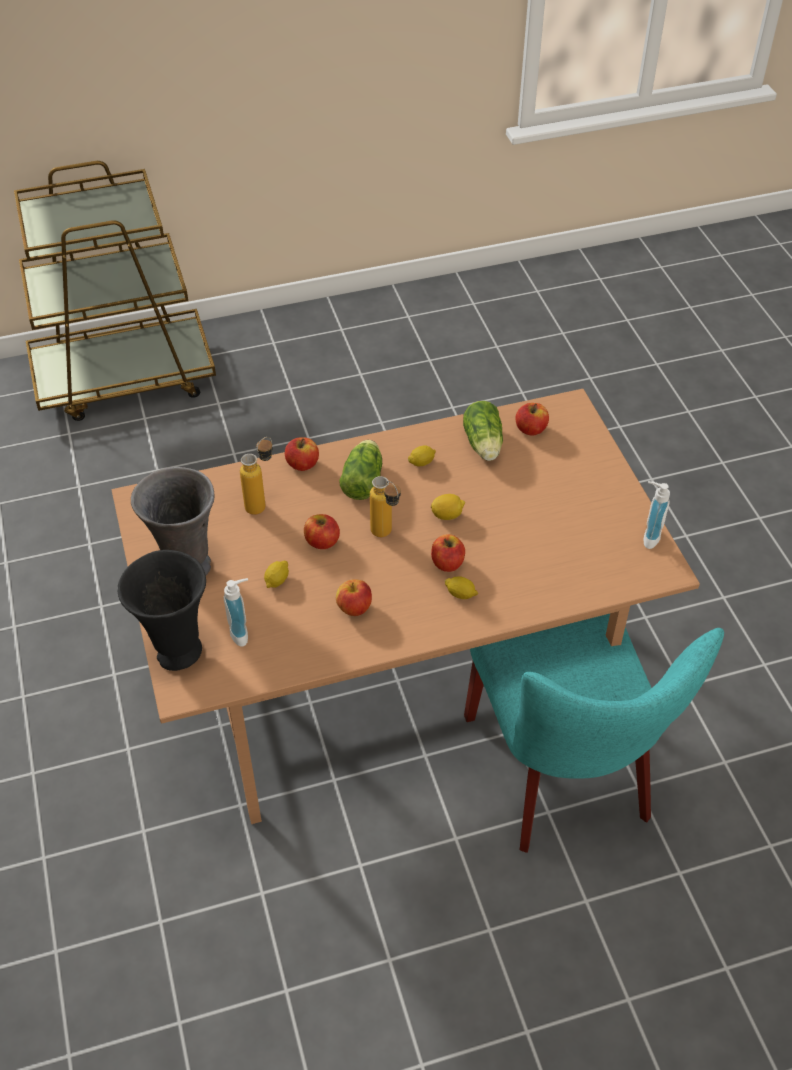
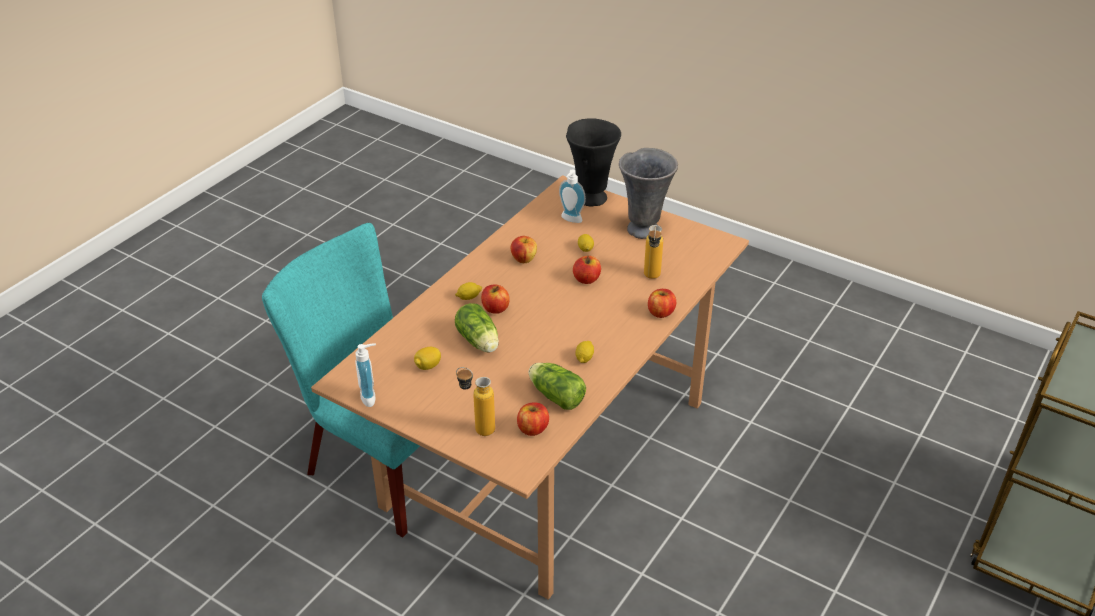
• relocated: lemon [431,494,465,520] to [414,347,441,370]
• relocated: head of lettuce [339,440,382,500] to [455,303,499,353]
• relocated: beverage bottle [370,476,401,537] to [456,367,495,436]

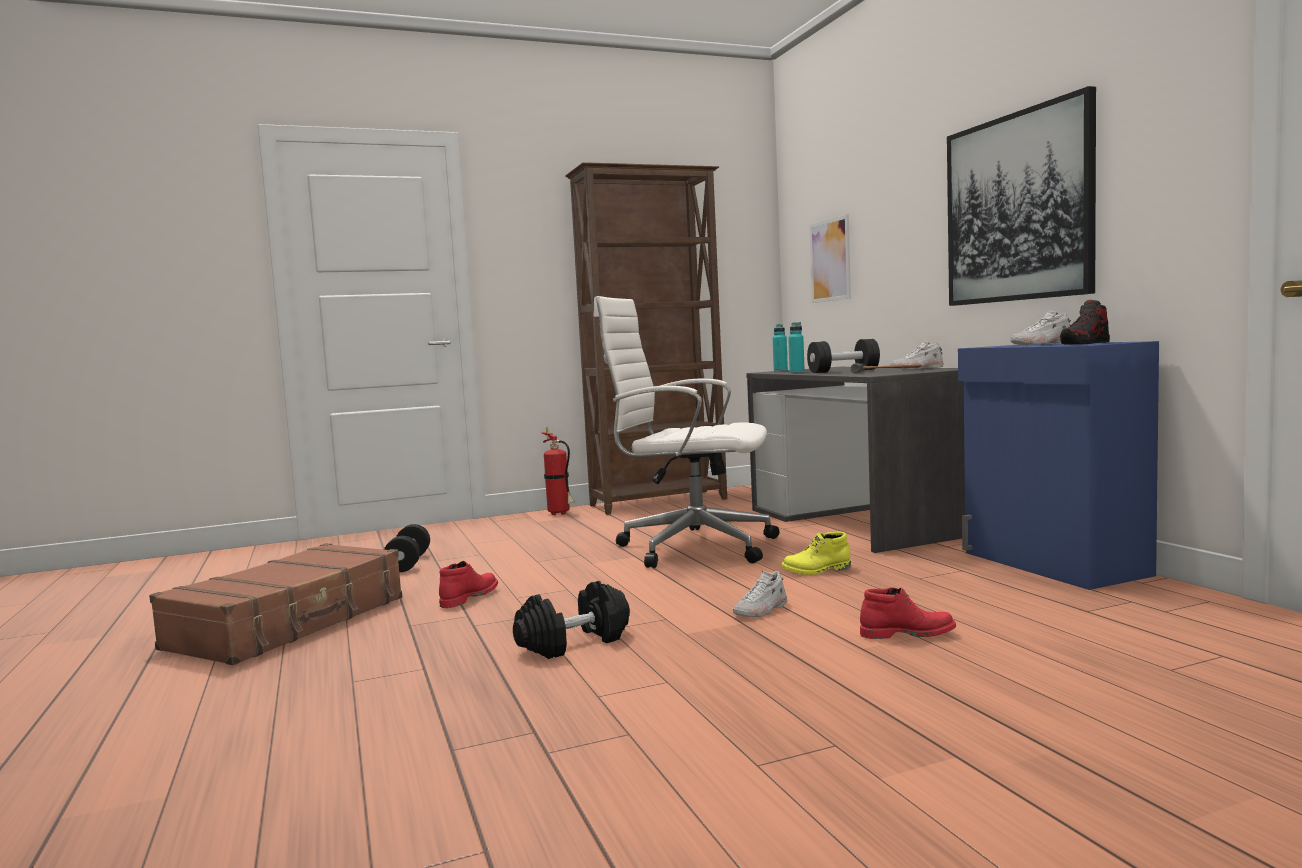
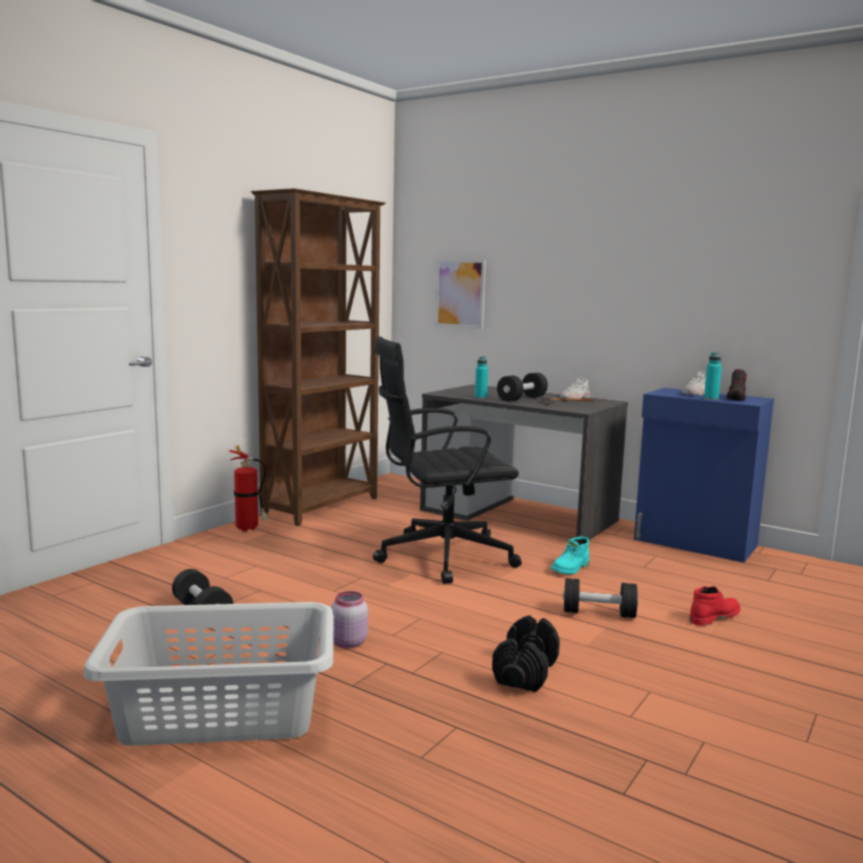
• exchanged: brownish suitcase [149,543,402,665] to greyish hamper [83,602,334,746]
• exchanged: red-coloured high-top boot [439,561,498,608] to pink storage jar [331,591,368,648]
• colour: white office chair [593,296,779,568] to black-coloured office chair [373,336,522,584]
• colour: yellow-coloured high-top boot [781,532,851,575] to turquoise high-top boot [551,536,589,574]
• exchanged: white low shoe [733,570,787,617] to black-coloured hand weight [563,578,638,618]
• relocated: turquoise beverage bottle [773,324,788,371] to [704,352,722,400]
• missing: wall picture [947,86,1096,306]

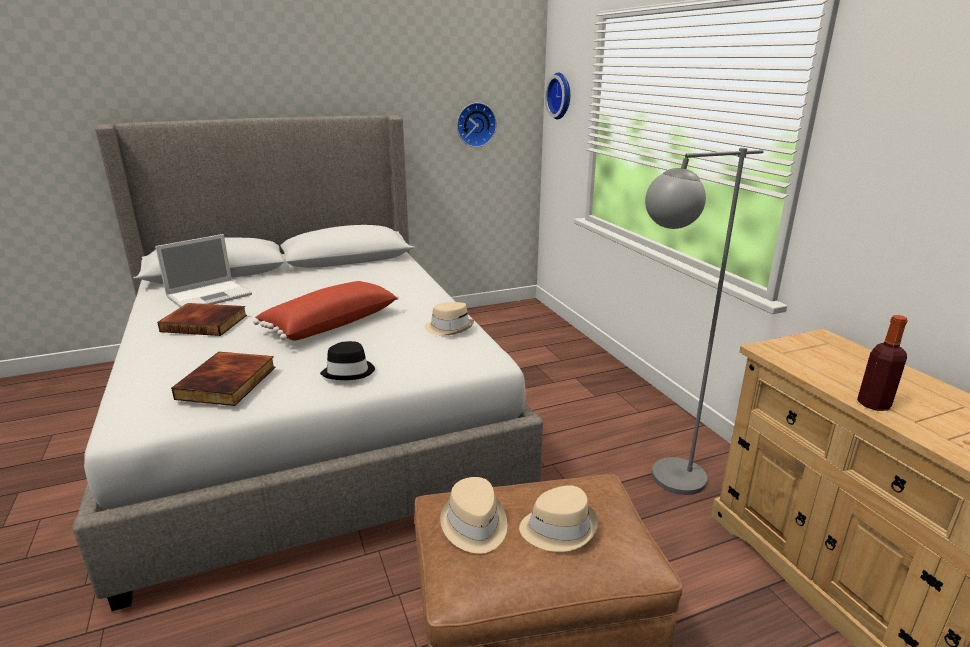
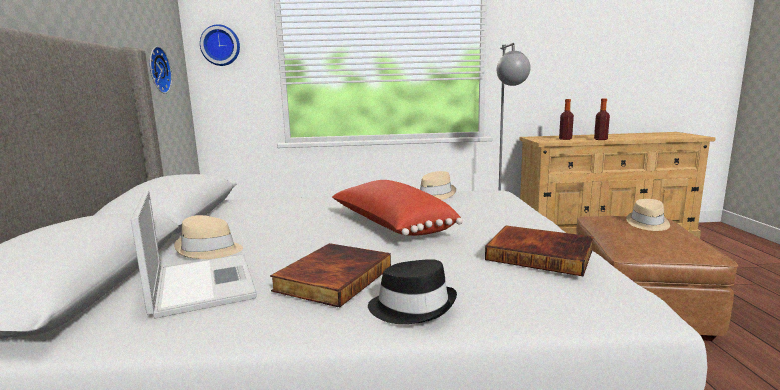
• relocated: beige-coloured wearable hat [440,477,507,554] to [174,215,243,259]
• relocated: black-coloured wearable hat [320,341,375,380] to [368,259,457,324]
• appeared: beverage bottle [559,99,574,140]

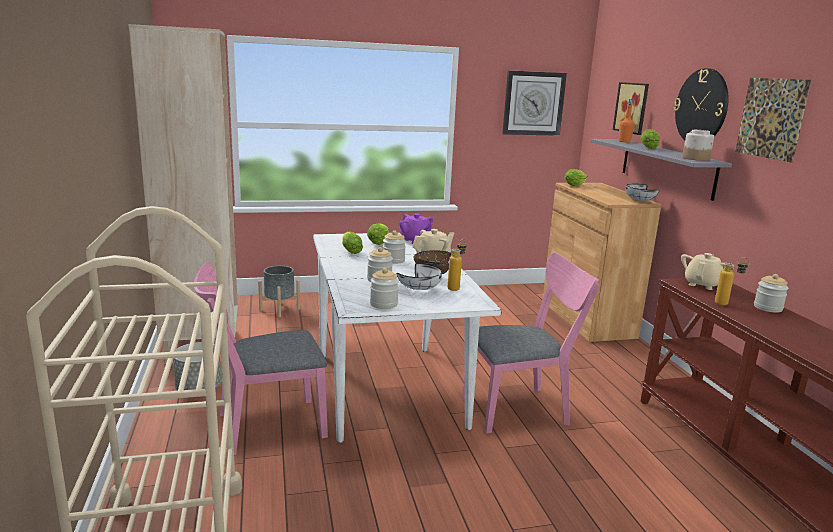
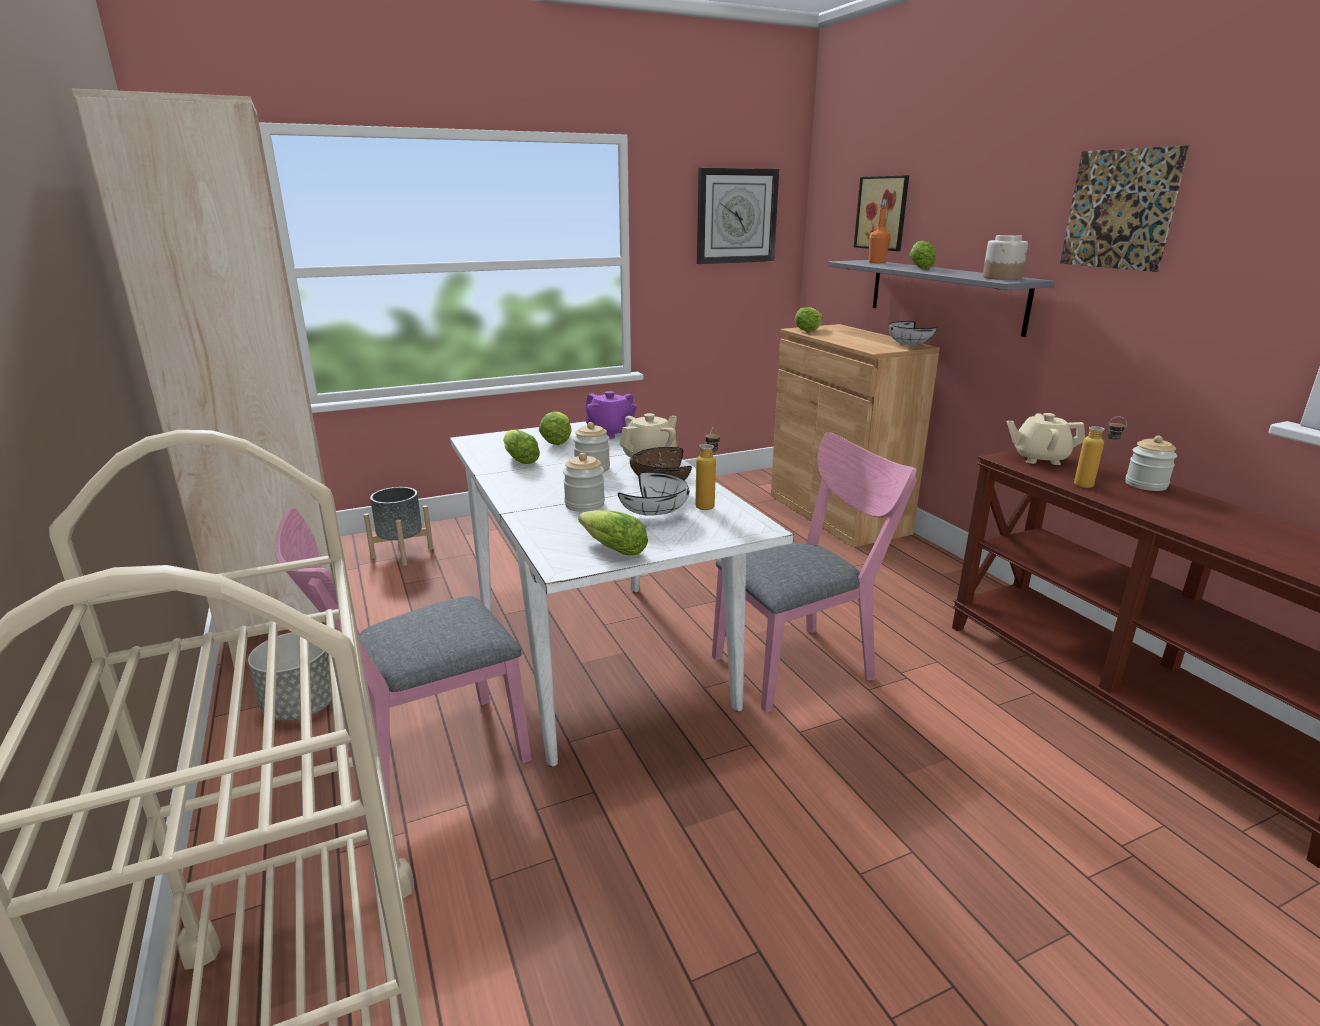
• exchanged: storage jar [370,268,399,309] to head of lettuce [578,510,648,555]
• spun: beige-coloured teapot [681,253,734,290] = [1007,413,1085,465] 105 degrees counterclockwise
• missing: clock on the wall [674,68,729,140]

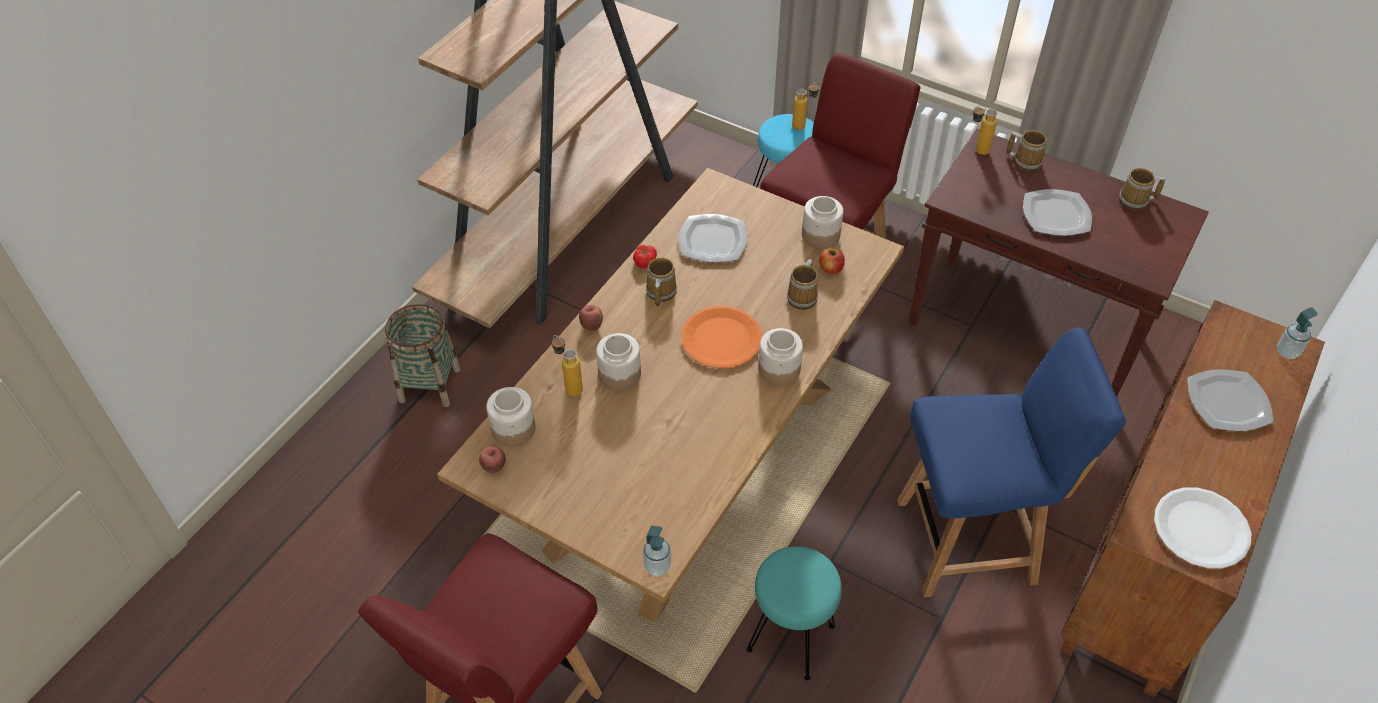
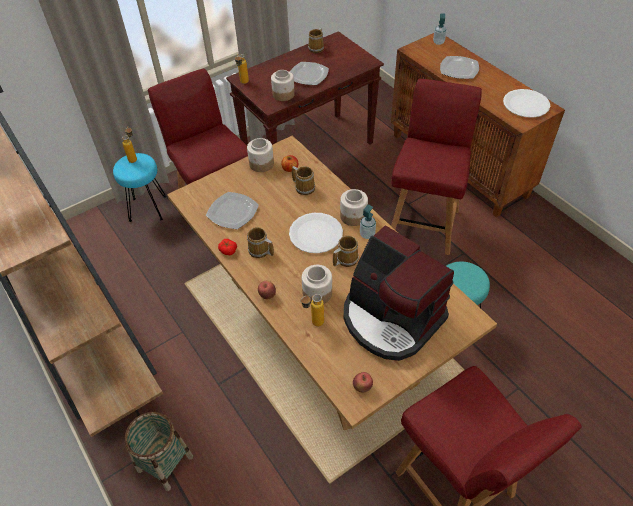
• relocated: storage jar [486,387,535,447] to [271,70,295,101]
• colour: orange dinner plate [681,306,762,368] to white dinner plate [289,213,343,253]
• relocated: coffee mug [1007,130,1047,171] to [333,236,359,267]
• appeared: coffee machine [344,225,454,361]
• relocated: liquid soap bottle [643,526,671,576] to [360,204,376,239]
• colour: bluish upright chair [897,328,1126,598] to red-coloured upright chair [391,79,482,255]

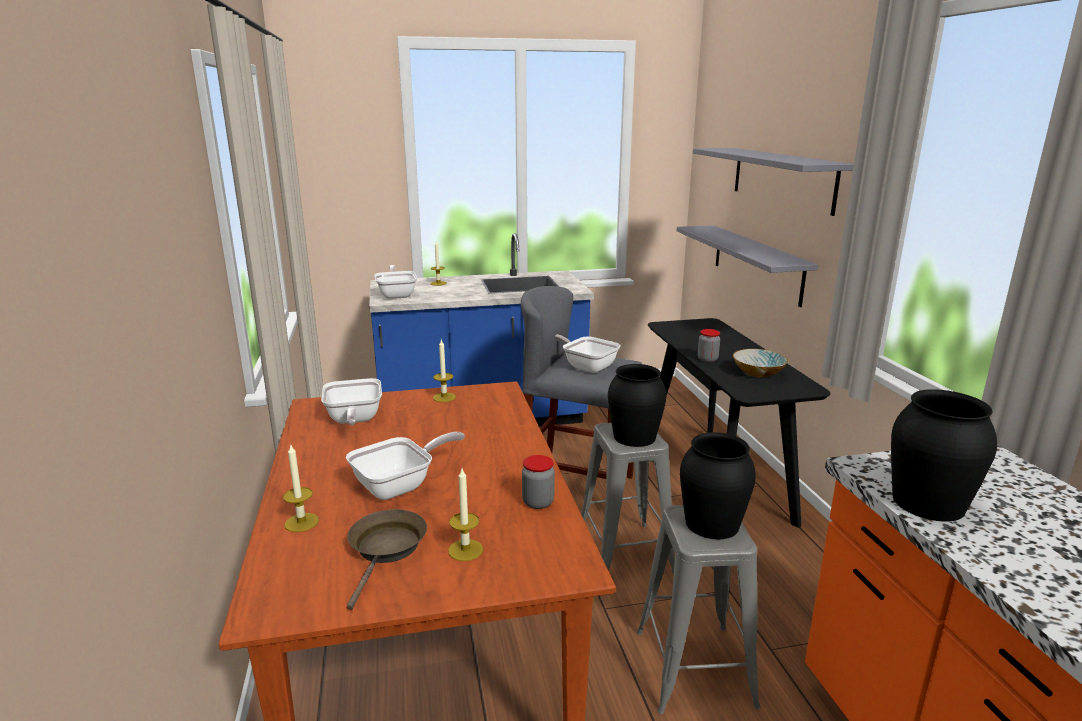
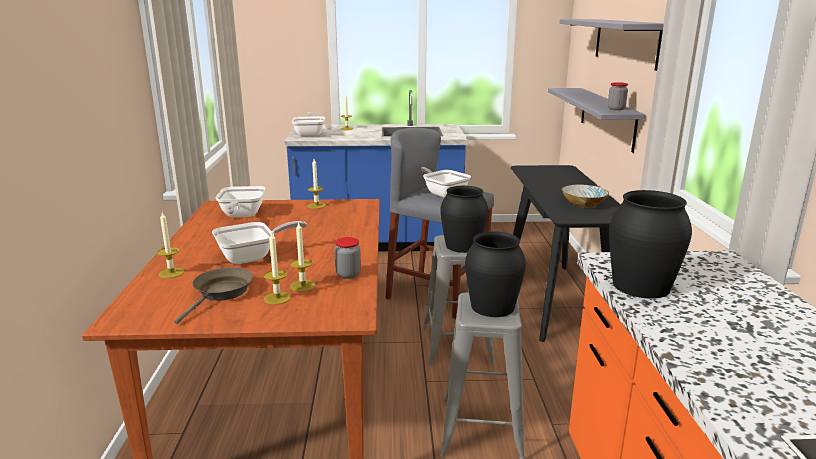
• appeared: wax candle [290,221,316,292]
• relocated: storage jar [698,329,720,363] to [608,82,628,110]

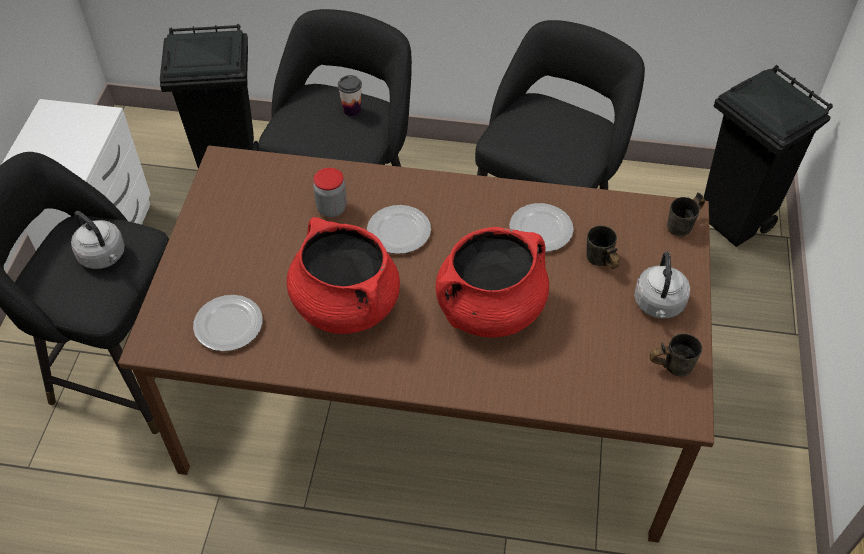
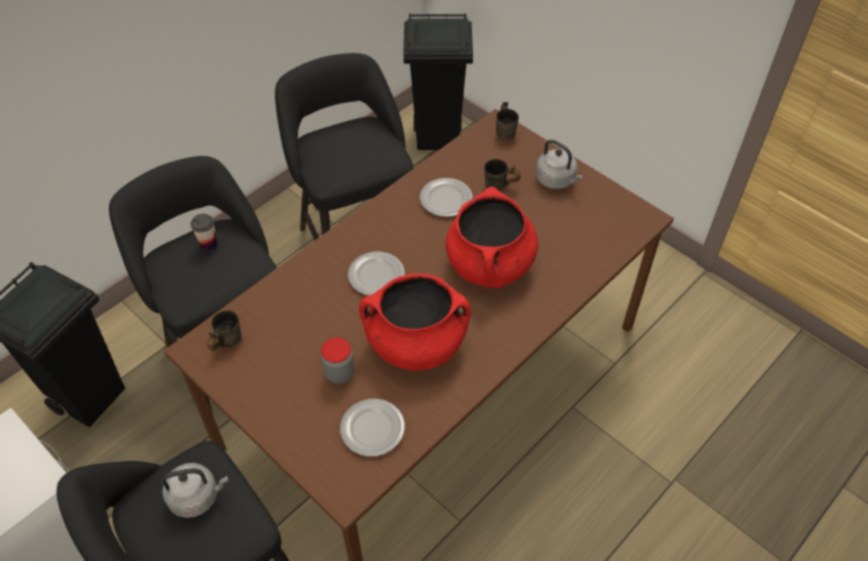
• relocated: greyish coffee mug [649,333,702,377] to [207,310,242,351]
• relocated: storage jar [313,168,347,217] to [321,337,355,384]

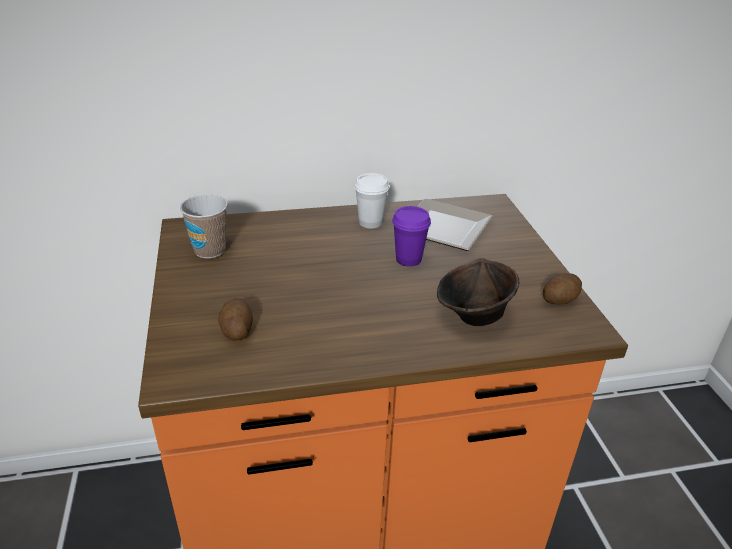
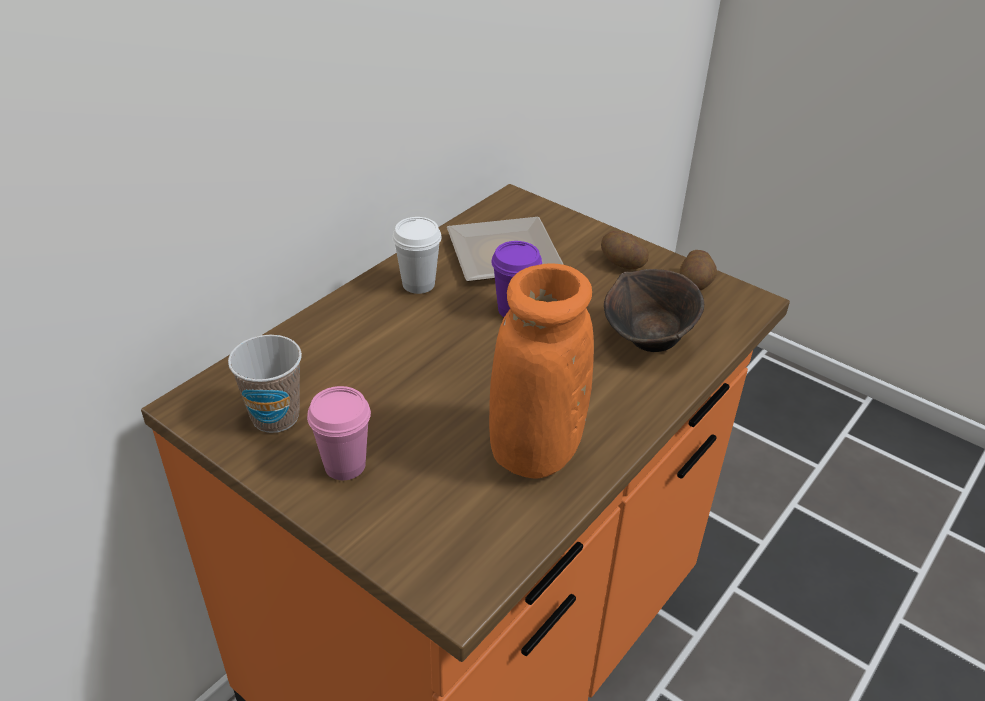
• appeared: pink small cup [307,386,371,480]
• appeared: orange flower vase [489,263,594,478]
• relocated: whole potato [218,298,253,341] to [601,231,649,270]

